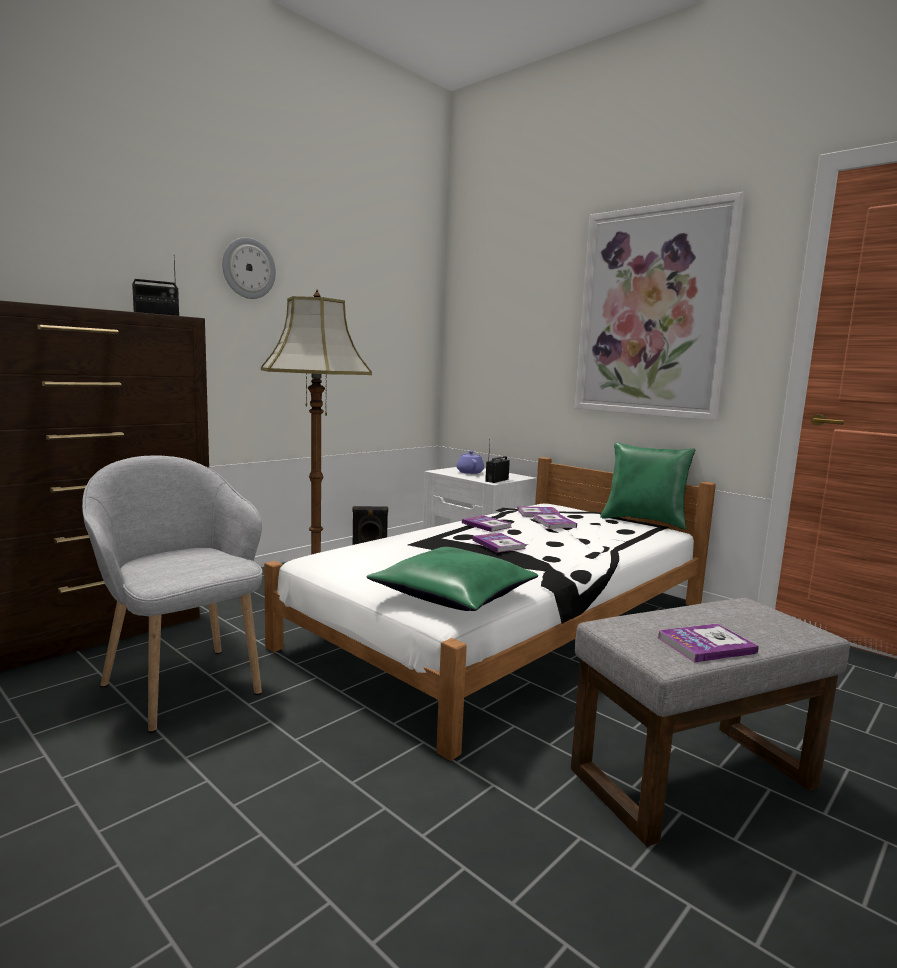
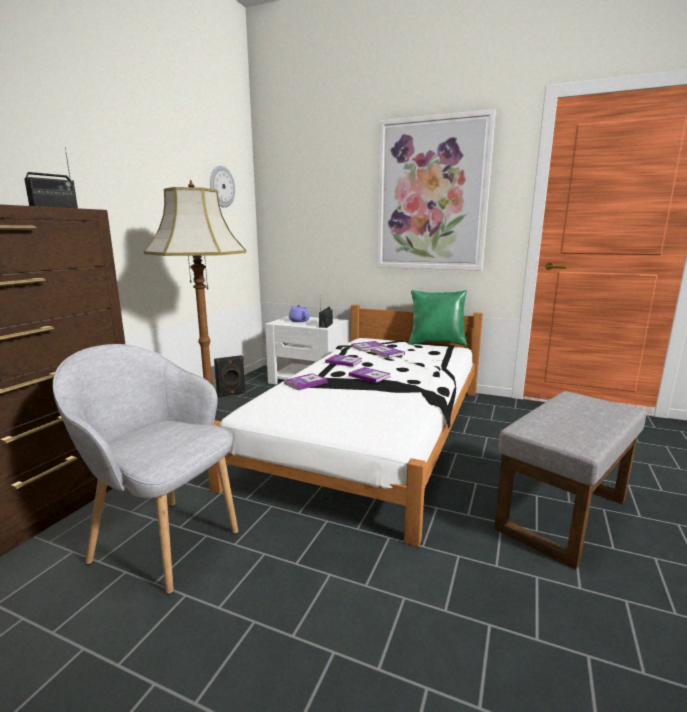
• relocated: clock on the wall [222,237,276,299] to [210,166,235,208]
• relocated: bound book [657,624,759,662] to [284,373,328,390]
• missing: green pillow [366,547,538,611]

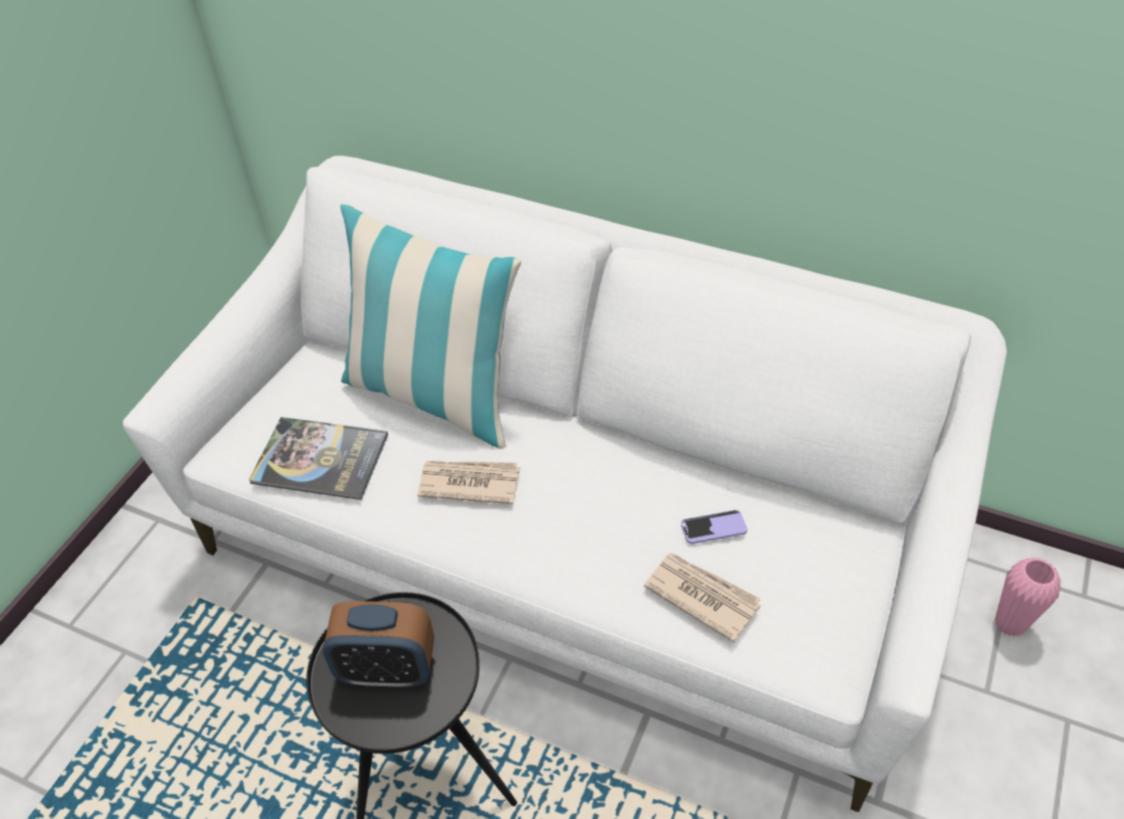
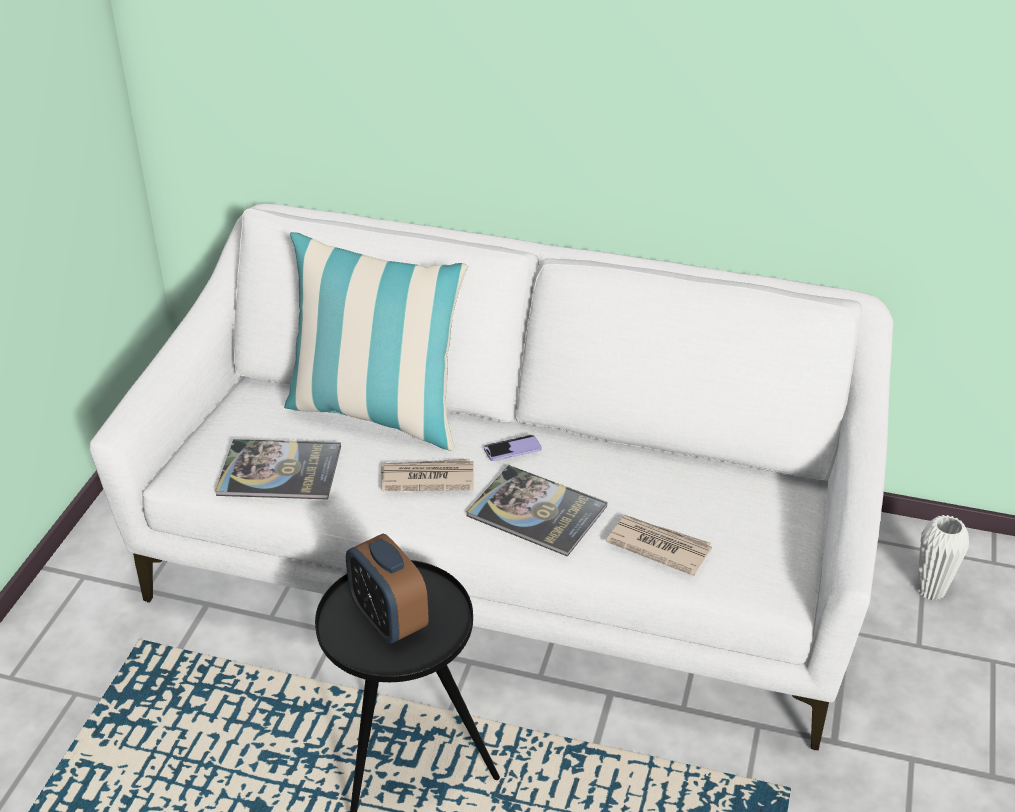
• spun: bedside clock [323,601,434,687] = [346,534,429,644] 60 degrees clockwise
• appeared: bound book [467,465,607,557]
• relocated: telephone [681,510,747,544] to [484,435,542,461]
• colour: pink flower vase [995,557,1061,637] to white flower vase [917,515,969,600]

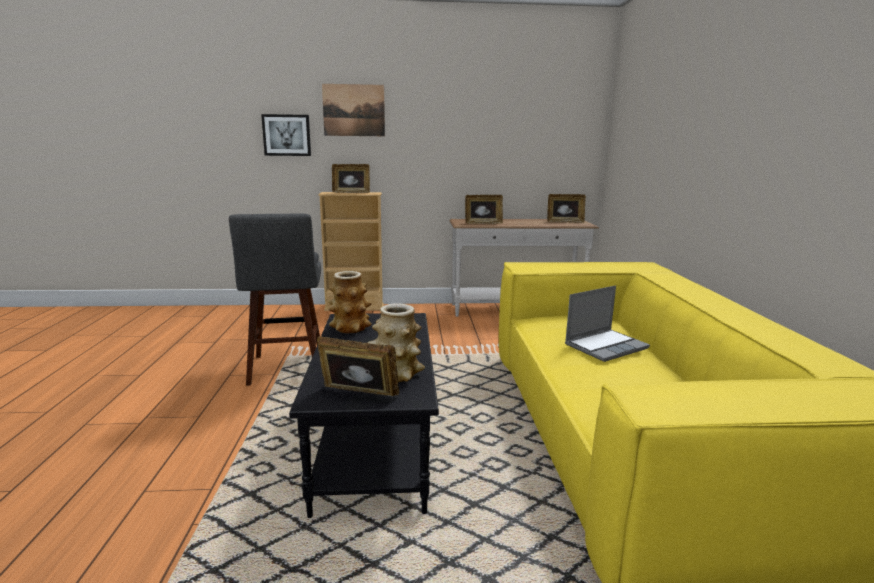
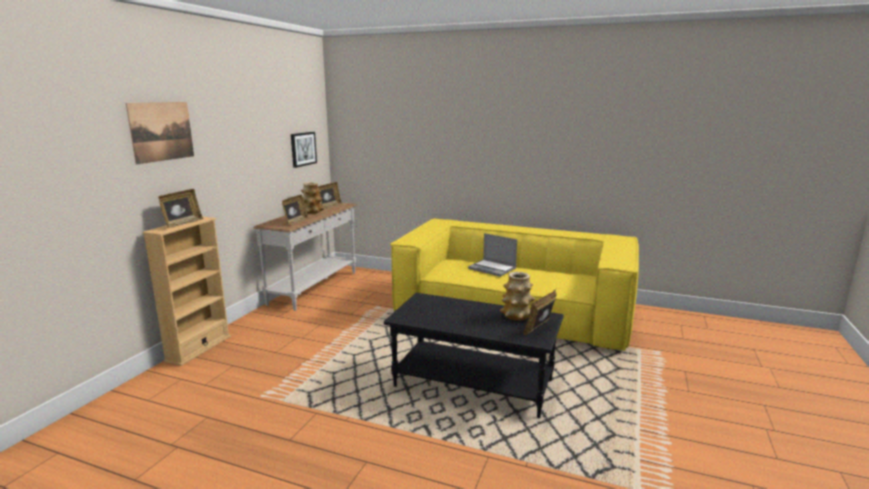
• relocated: wall picture [261,114,311,156] to [291,132,317,168]
• relocated: flower vase [328,271,372,333] to [301,182,324,214]
• spun: portable computer [565,285,650,362] = [468,233,517,277] 135 degrees clockwise
• missing: greyish sitting stool [229,214,321,386]

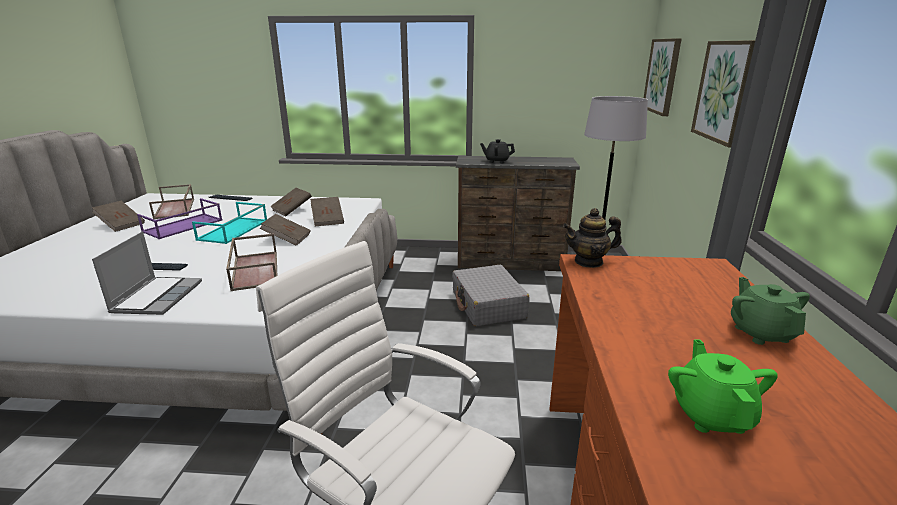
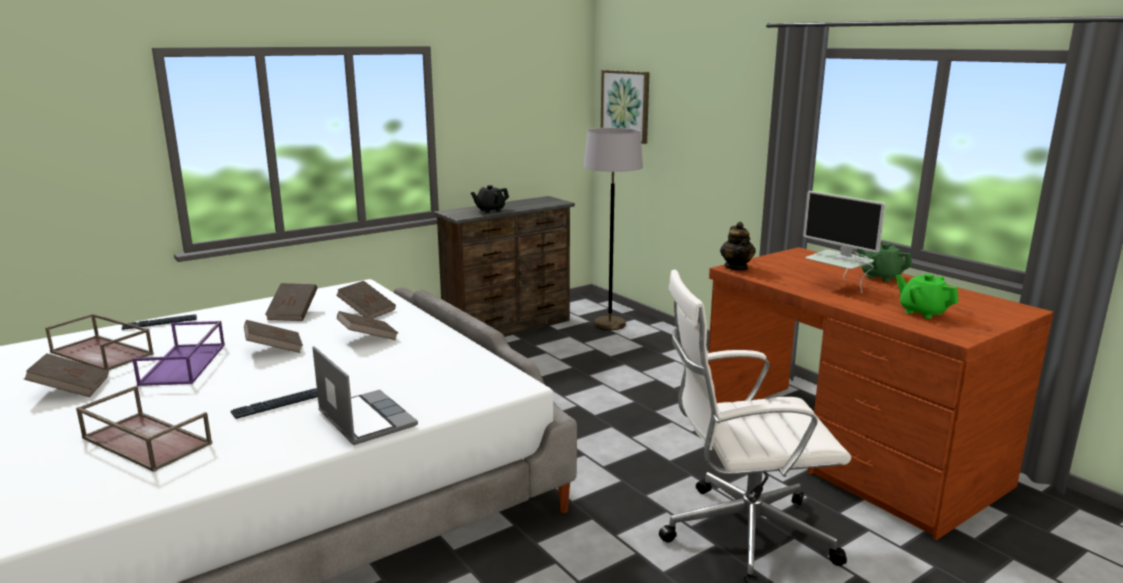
• relocated: brownish tray [226,234,277,291] to [76,386,212,472]
• exchanged: turquoise tray [192,202,267,244] to brownish bound book [244,320,303,353]
• spun: teapot [563,208,622,268] = [720,222,756,271] 45 degrees counterclockwise
• appeared: computer screen [803,191,886,293]
• missing: greyish suitcase [452,265,530,326]
• missing: wall picture [691,40,755,147]

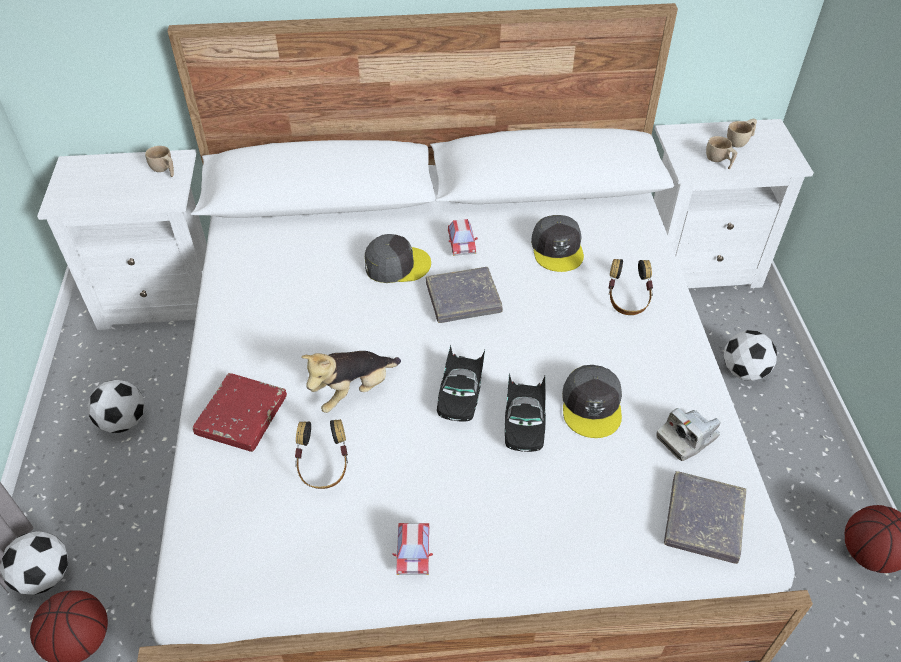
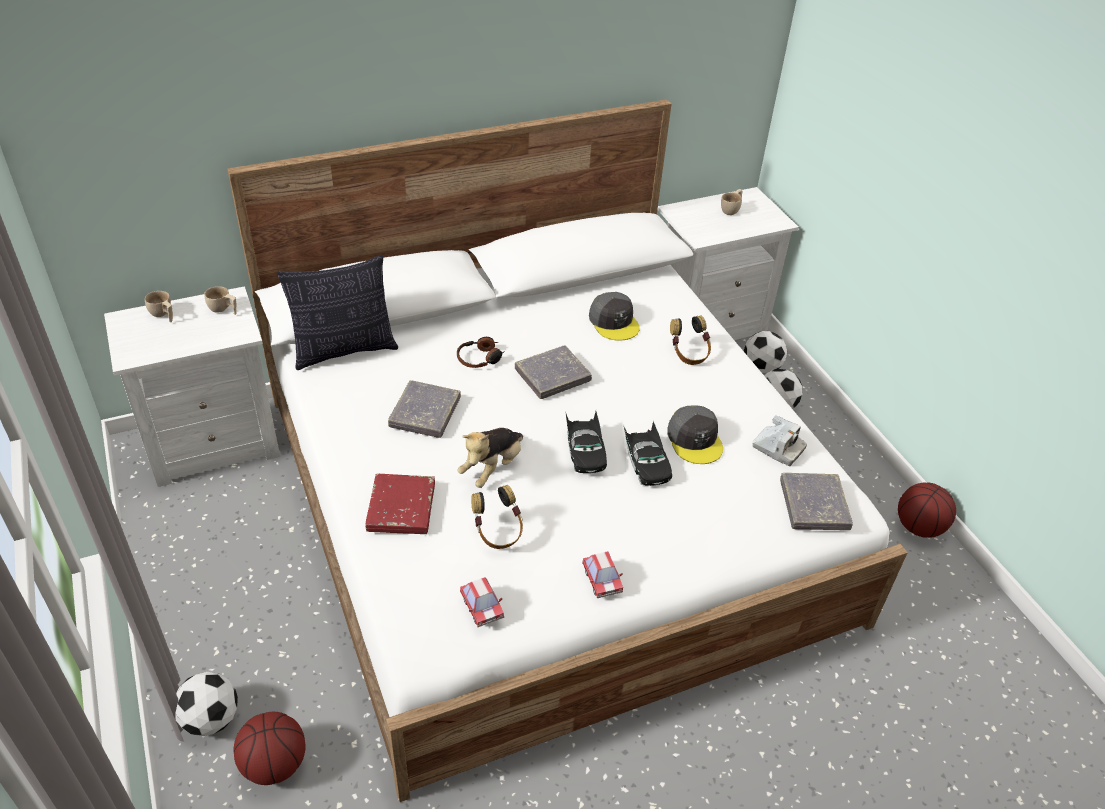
• relocated: beige-coloured small cup [706,136,737,169] to [145,291,173,322]
• appeared: pillow [277,255,398,370]
• appeared: greyish bound book [388,380,461,438]
• exchanged: greyish cap [365,234,431,283] to pair of headphones [457,337,505,368]
• relocated: model car [448,219,478,256] to [460,577,504,627]
• relocated: football ball [87,380,145,433] to [744,331,787,373]
• spun: photo camera [656,408,721,461] = [752,415,807,466] 90 degrees counterclockwise

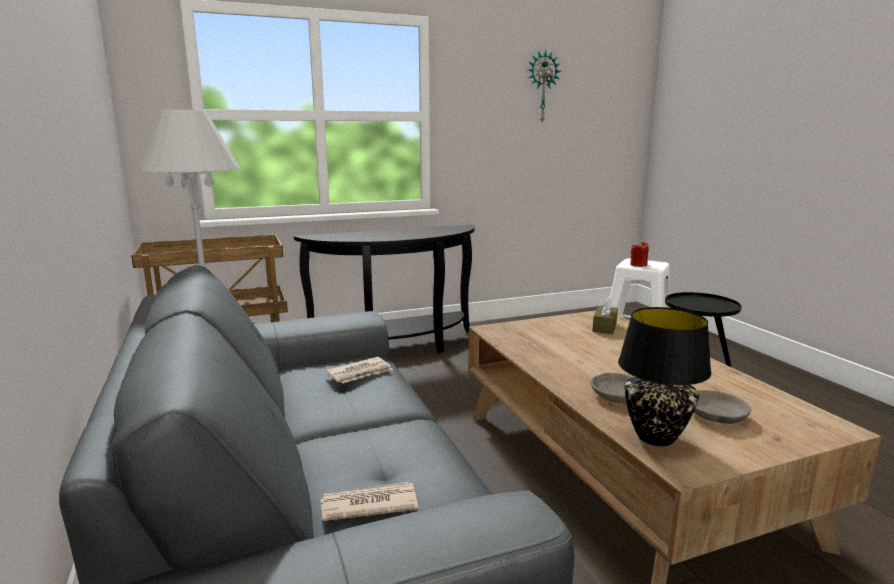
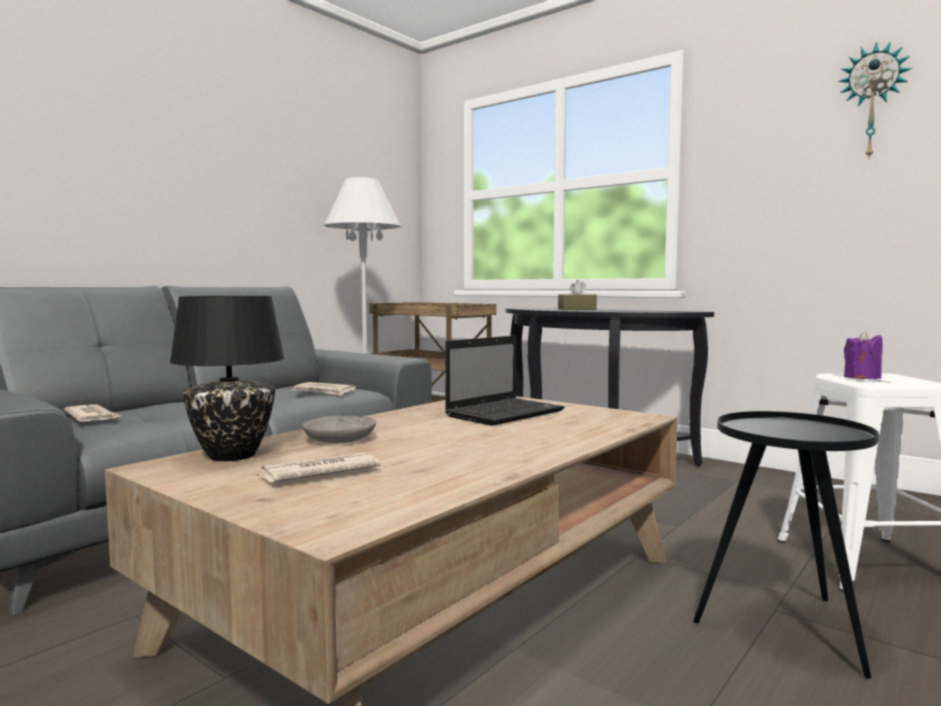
• exchanged: greyish serving bowl [694,390,751,424] to newspaper [257,452,381,483]
• appeared: portable computer [445,336,564,426]
• relocated: brownish tissue box [592,297,618,334] to [558,280,597,310]
• colour: red-coloured wax candle [630,241,649,267] to purplish wax candle [844,331,883,379]

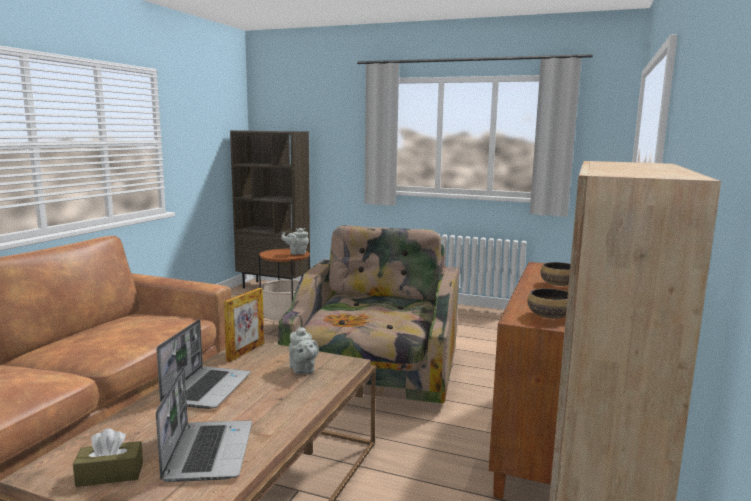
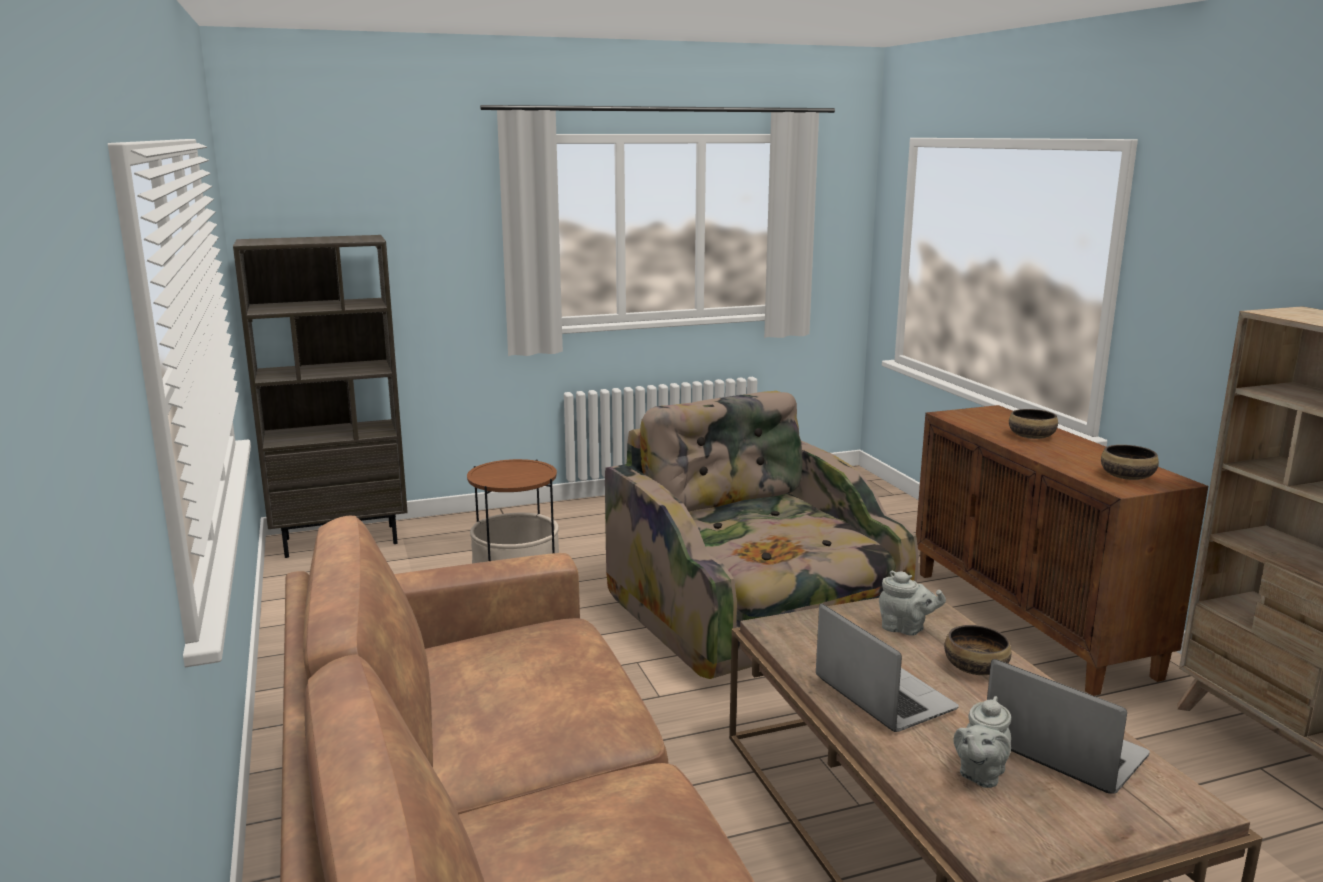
• appeared: serving bowl [944,625,1011,675]
• relocated: greyish teapot [281,228,309,255] to [954,696,1011,788]
• missing: brownish tissue box [73,428,143,487]
• missing: picture frame [224,288,264,362]

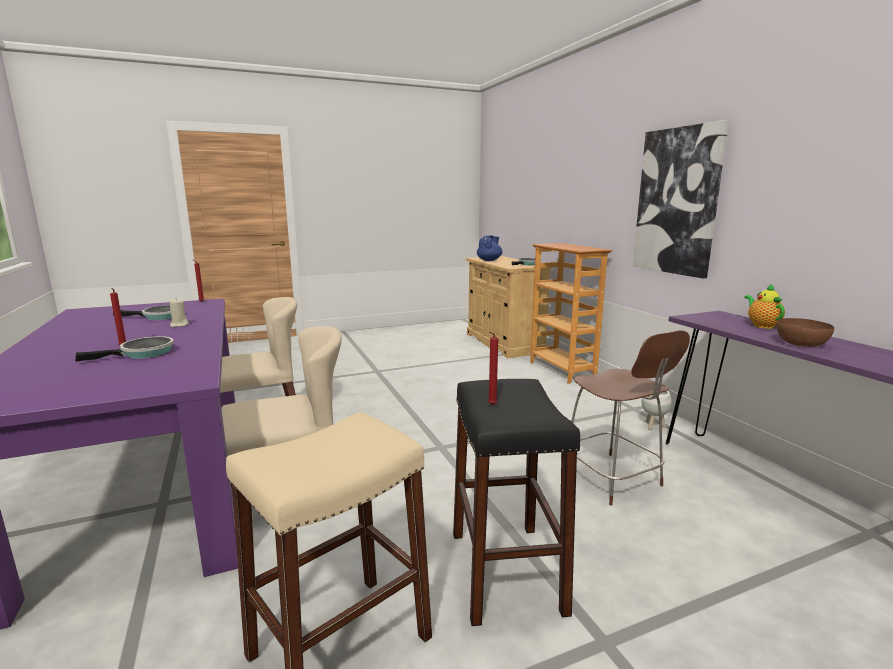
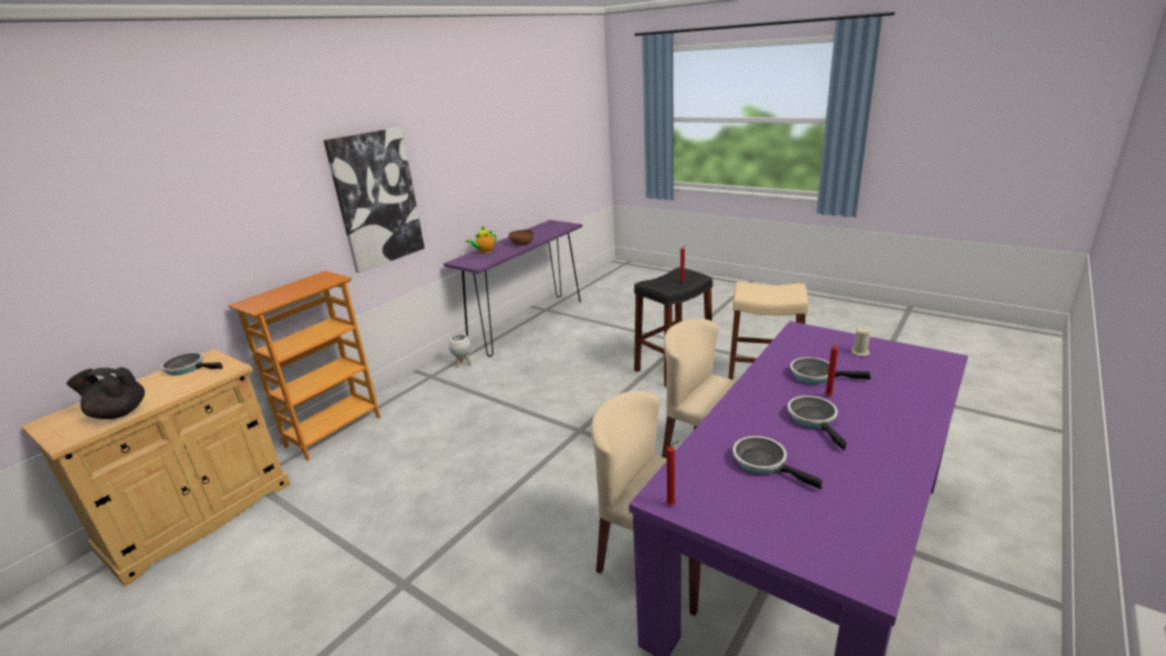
• colour: bluish teapot [477,235,502,261] to black-coloured teapot [67,367,145,419]
• appeared: pan [787,396,847,451]
• relocated: beige-coloured wax candle [169,299,189,327] to [851,327,871,356]
• missing: brownish sitting stool [571,330,690,506]

